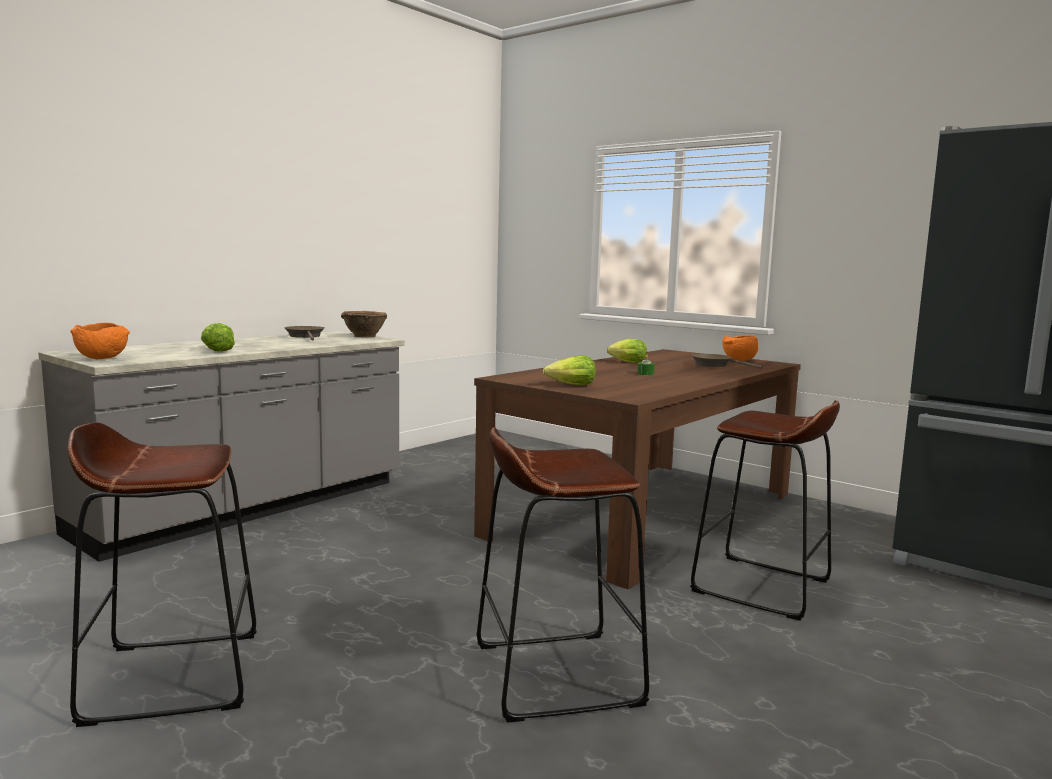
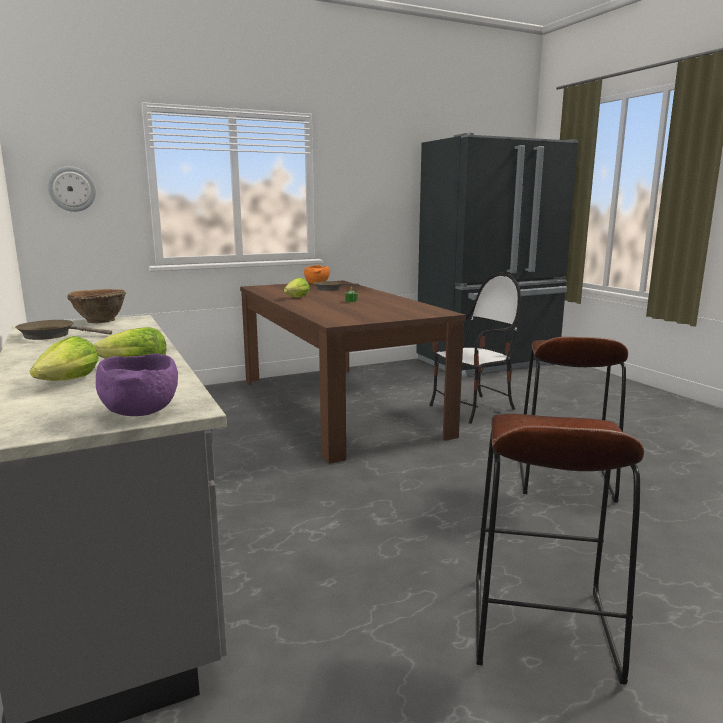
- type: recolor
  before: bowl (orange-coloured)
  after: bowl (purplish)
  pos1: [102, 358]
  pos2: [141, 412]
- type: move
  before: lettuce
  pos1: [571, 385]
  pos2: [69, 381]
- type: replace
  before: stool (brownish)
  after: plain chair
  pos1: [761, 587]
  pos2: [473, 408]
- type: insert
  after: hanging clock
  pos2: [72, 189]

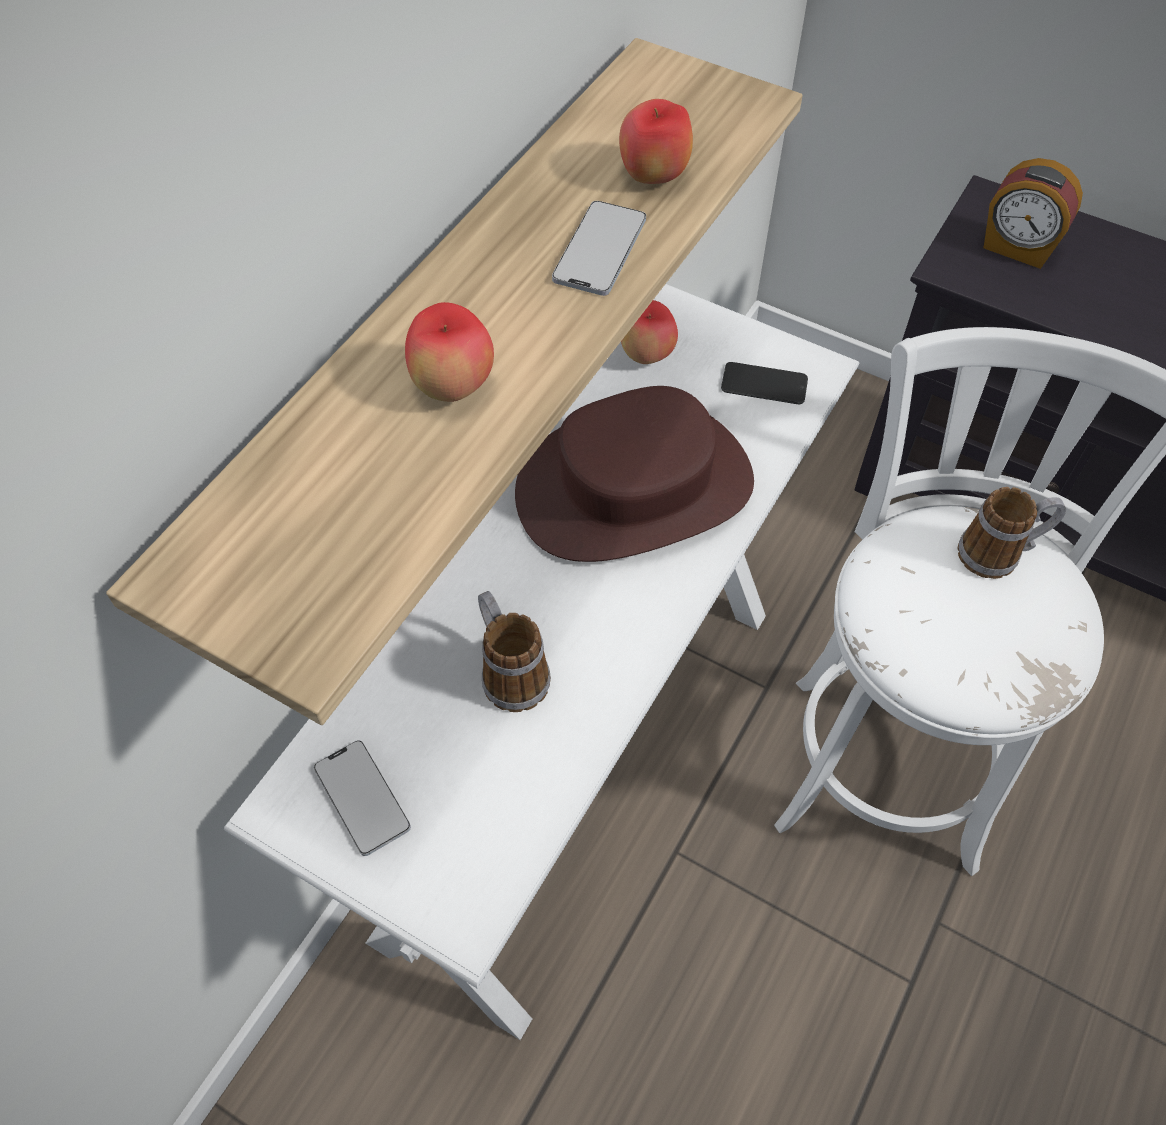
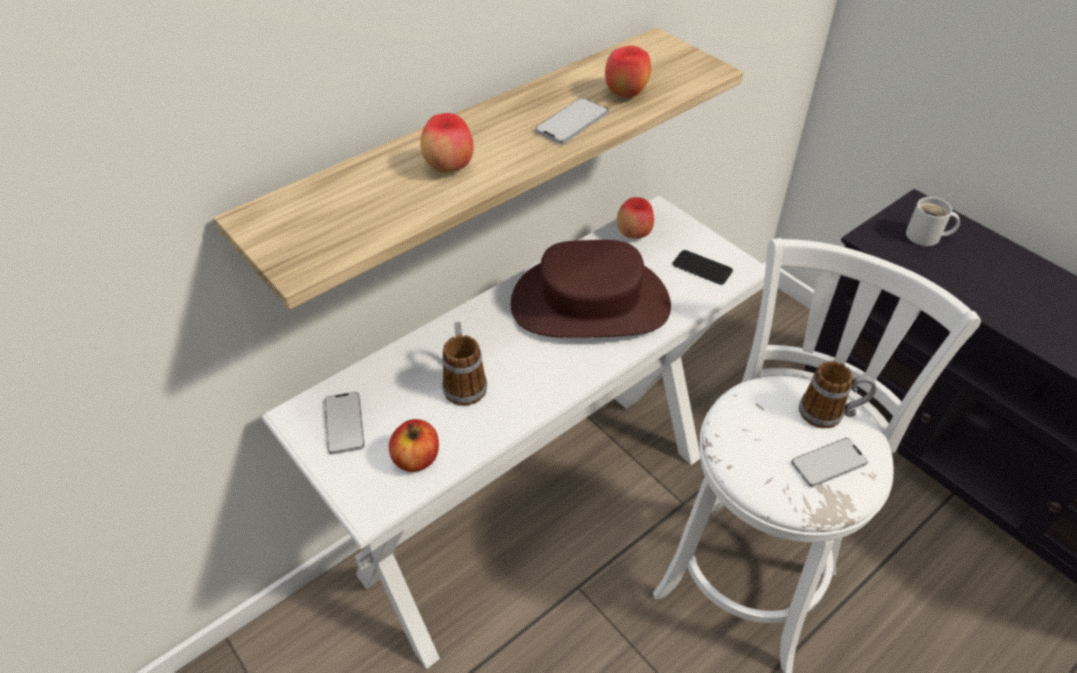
- type: replace
  before: table clock
  after: mug (whitish)
  pos1: [1017, 248]
  pos2: [926, 237]
- type: insert
  after: apple fruit
  pos2: [416, 458]
- type: insert
  after: phone
  pos2: [828, 463]

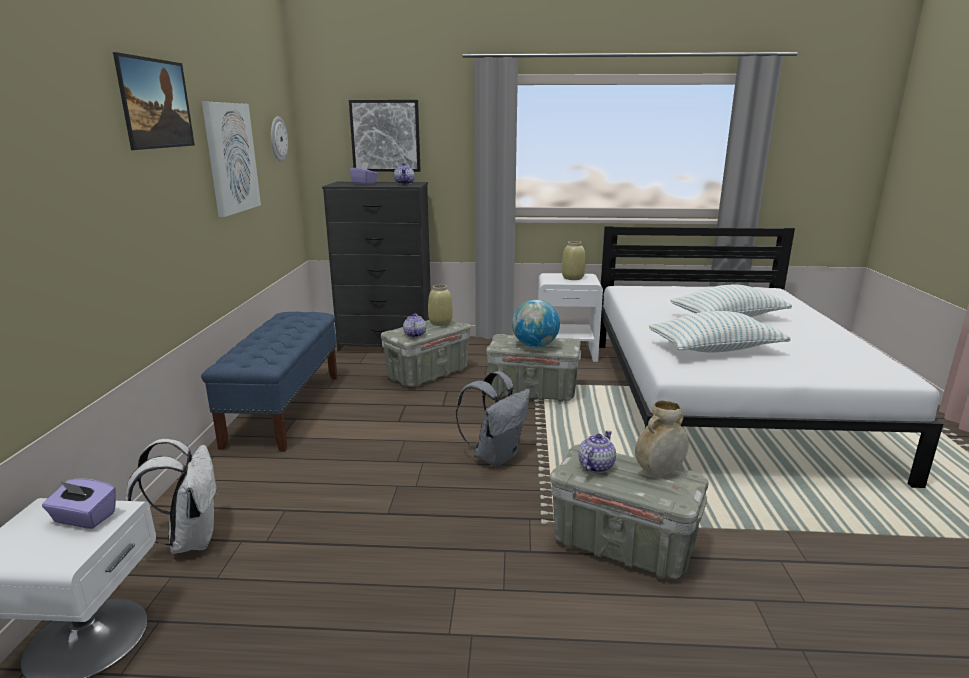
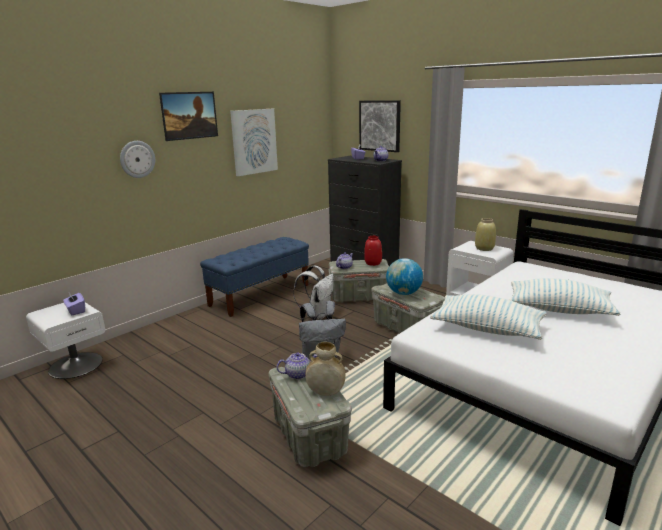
- type: move
  before: hanging clock
  pos1: [278, 139]
  pos2: [137, 159]
- type: recolor
  before: decorative vase (beige-coloured)
  after: decorative vase (red)
  pos1: [441, 323]
  pos2: [373, 263]
- type: move
  before: knapsack (whitish)
  pos1: [190, 540]
  pos2: [317, 315]

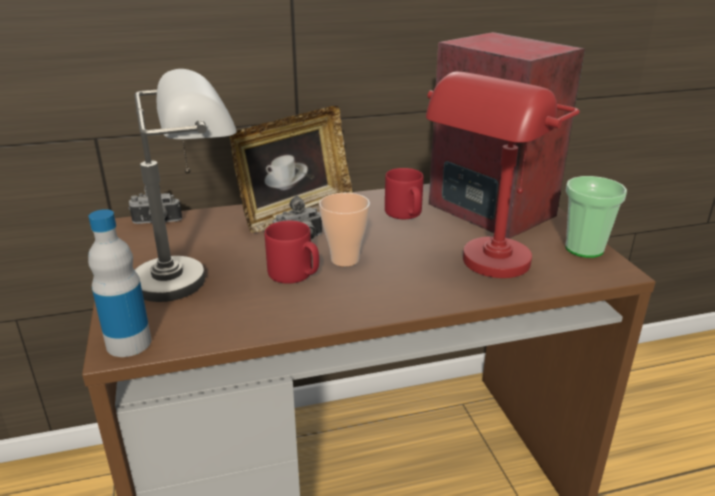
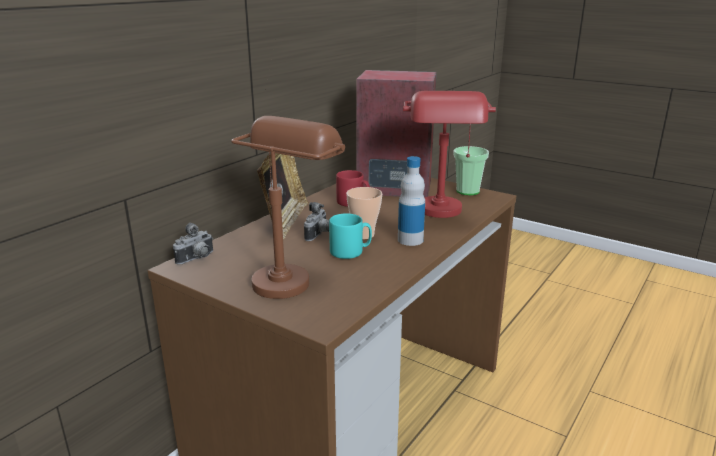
- type: recolor
  before: lamp for a table (grey)
  after: lamp for a table (brownish)
  pos1: [194, 276]
  pos2: [291, 275]
- type: move
  before: drink bottle
  pos1: [129, 343]
  pos2: [410, 240]
- type: recolor
  before: mug (red)
  after: mug (turquoise)
  pos1: [295, 274]
  pos2: [350, 252]

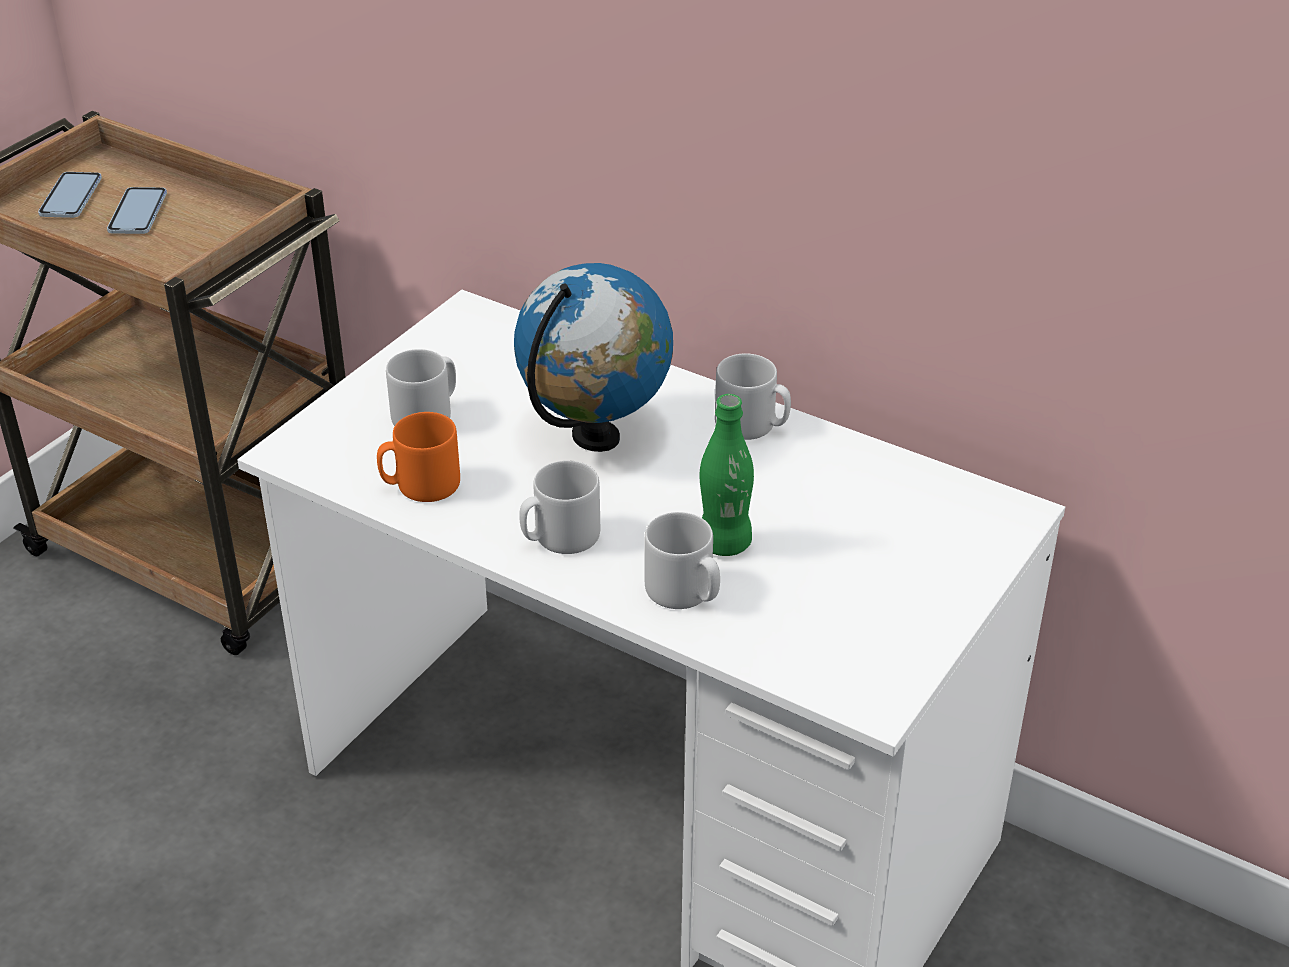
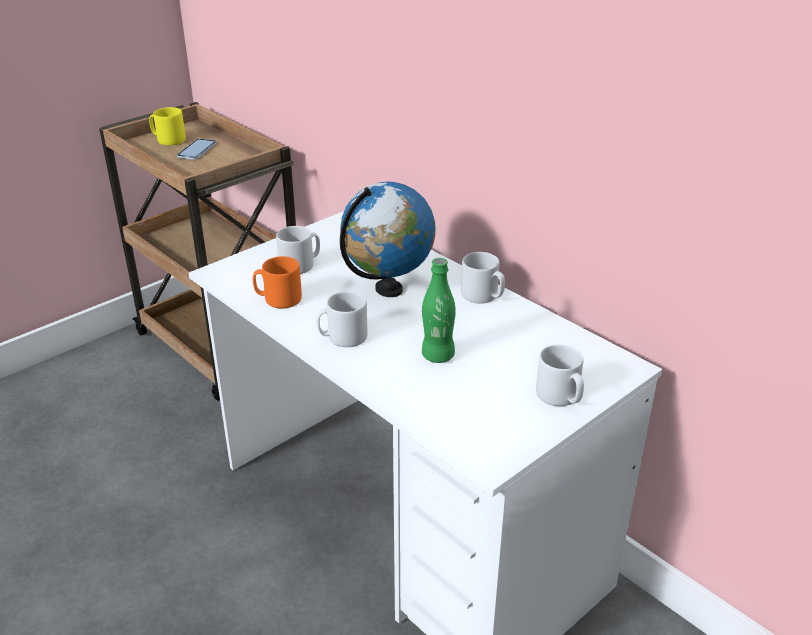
- type: replace
  before: phone
  after: mug (yellow-coloured)
  pos1: [71, 197]
  pos2: [168, 140]
- type: move
  before: mug (grey)
  pos1: [684, 593]
  pos2: [560, 397]

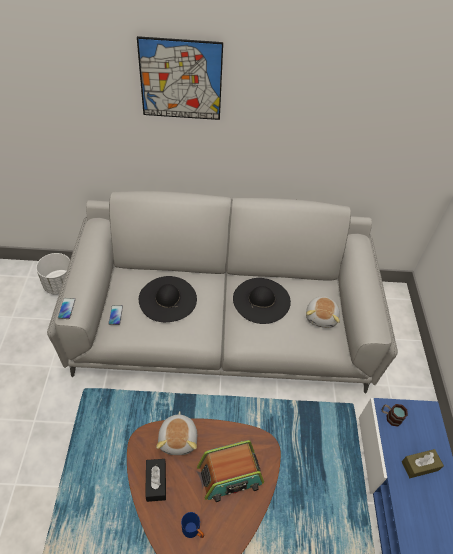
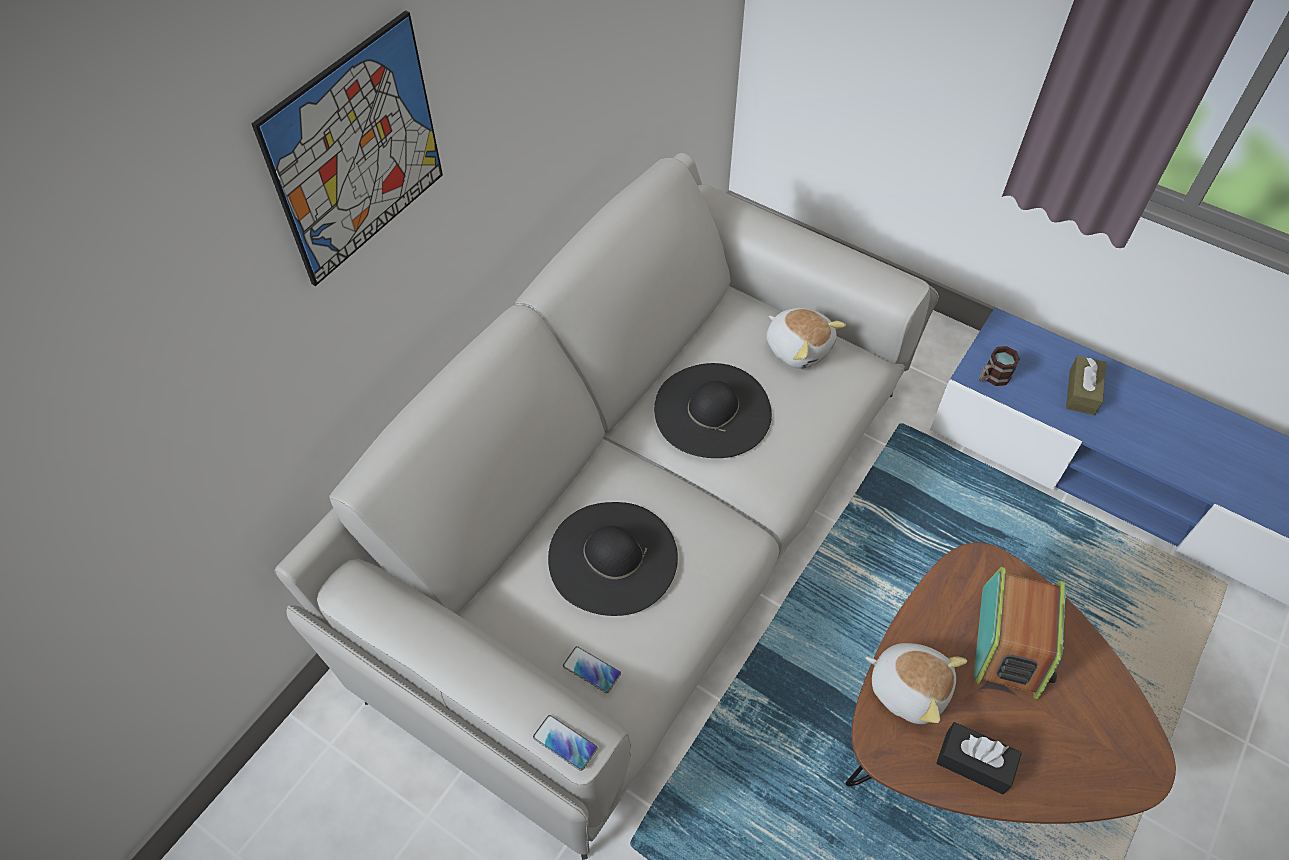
- type: delete
  before: plant pot (whitish)
  pos1: [60, 285]
- type: delete
  before: mug (blue-coloured)
  pos1: [193, 531]

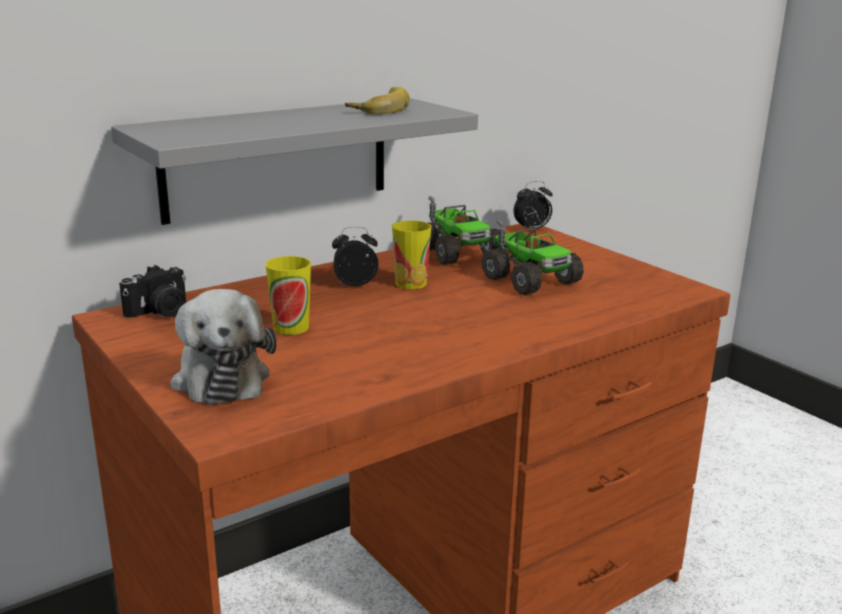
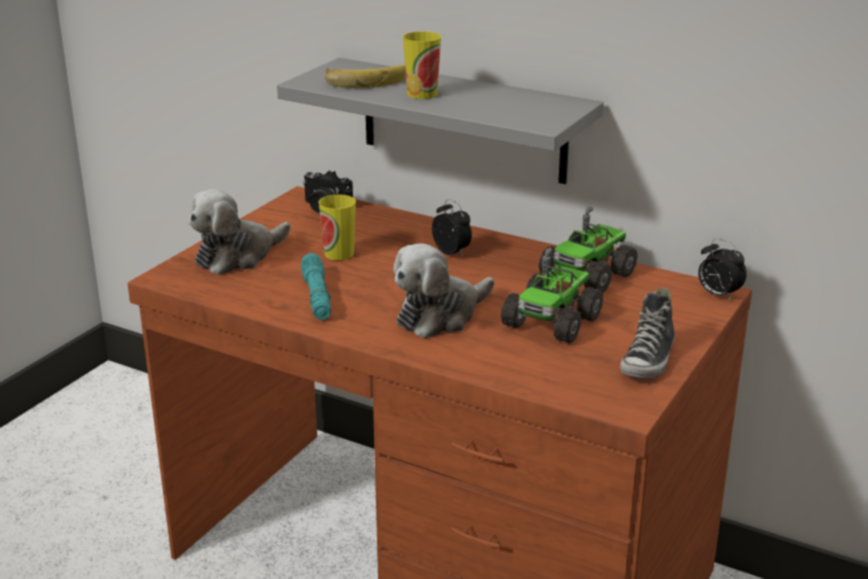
- type: move
  before: banana fruit
  pos1: [378, 107]
  pos2: [366, 80]
- type: move
  before: small cup
  pos1: [411, 283]
  pos2: [422, 94]
- type: insert
  after: plush toy
  pos2: [440, 315]
- type: insert
  after: flashlight (turquoise)
  pos2: [317, 296]
- type: insert
  after: low shoe
  pos2: [648, 360]

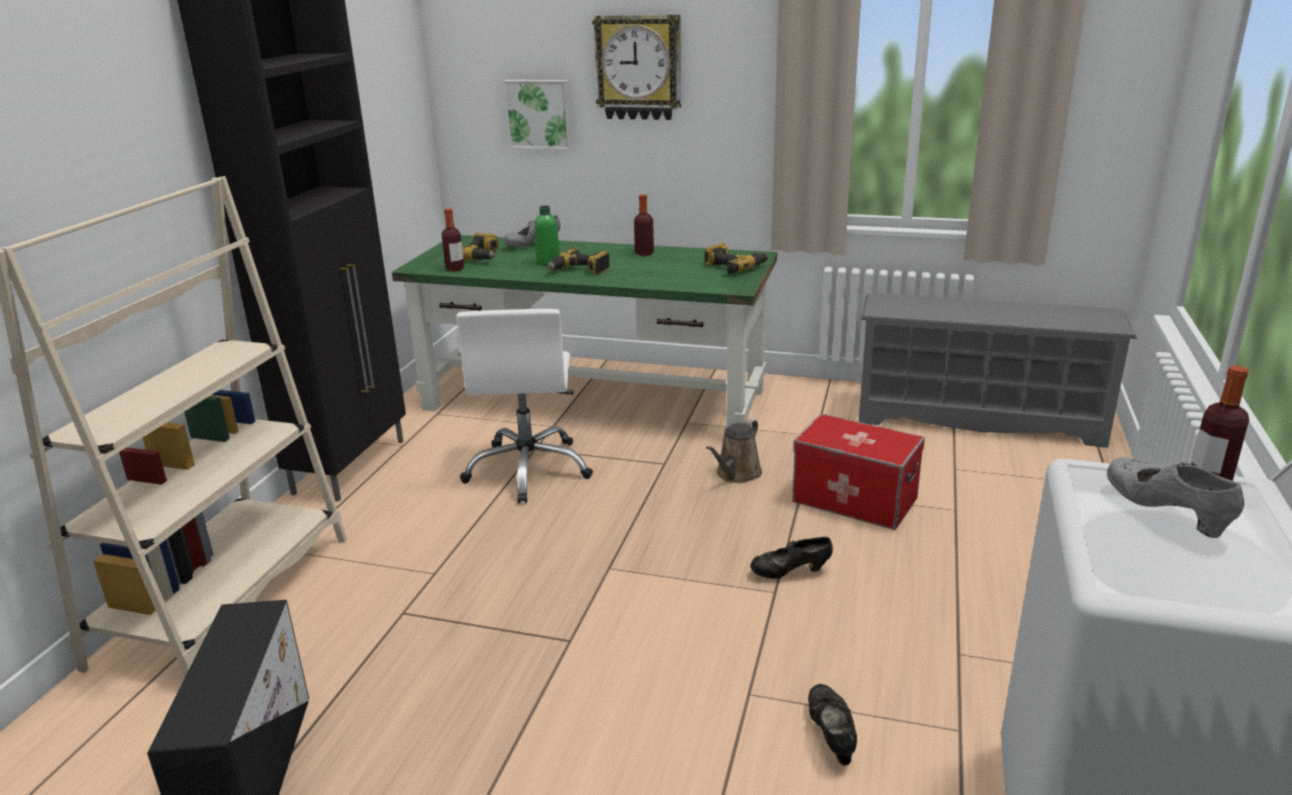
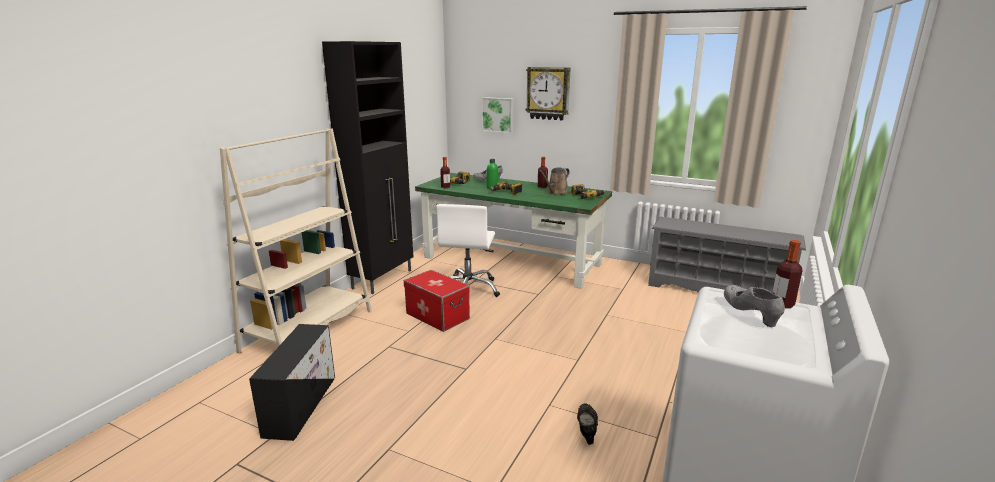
- type: move
  before: storage box
  pos1: [855, 500]
  pos2: [438, 316]
- type: move
  before: sprinkling can (brownish)
  pos1: [736, 474]
  pos2: [556, 193]
- type: delete
  before: low shoe (black)
  pos1: [790, 573]

